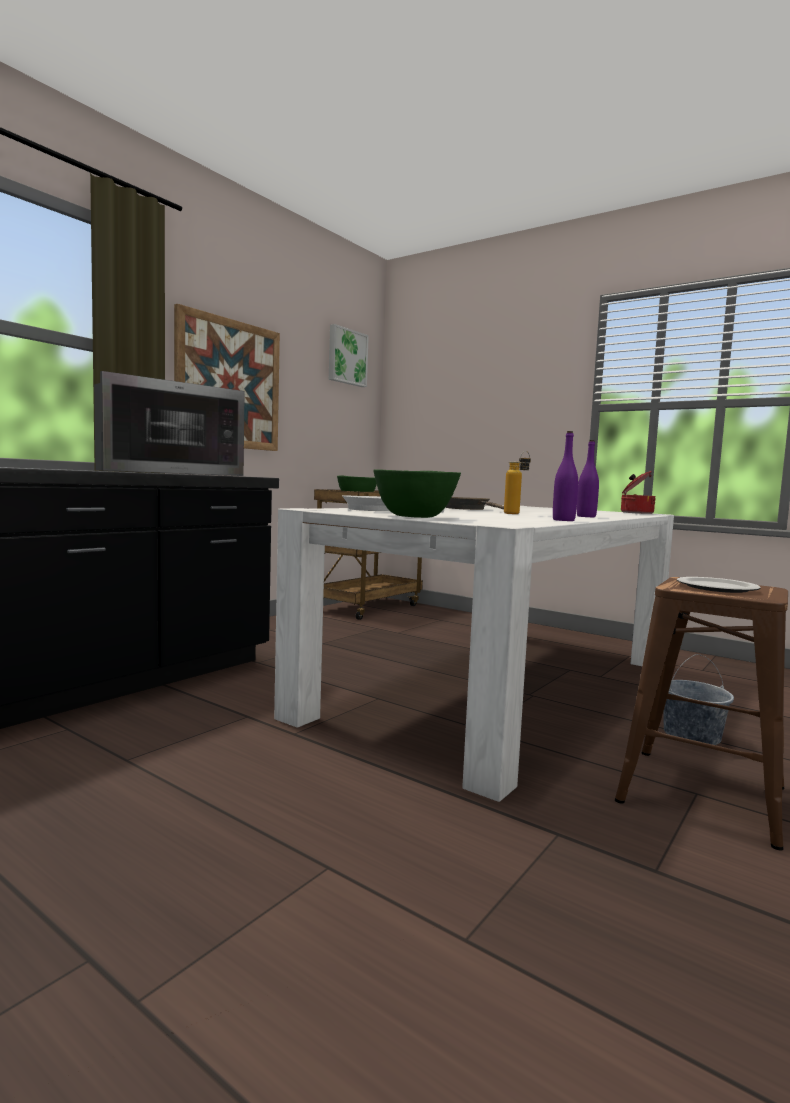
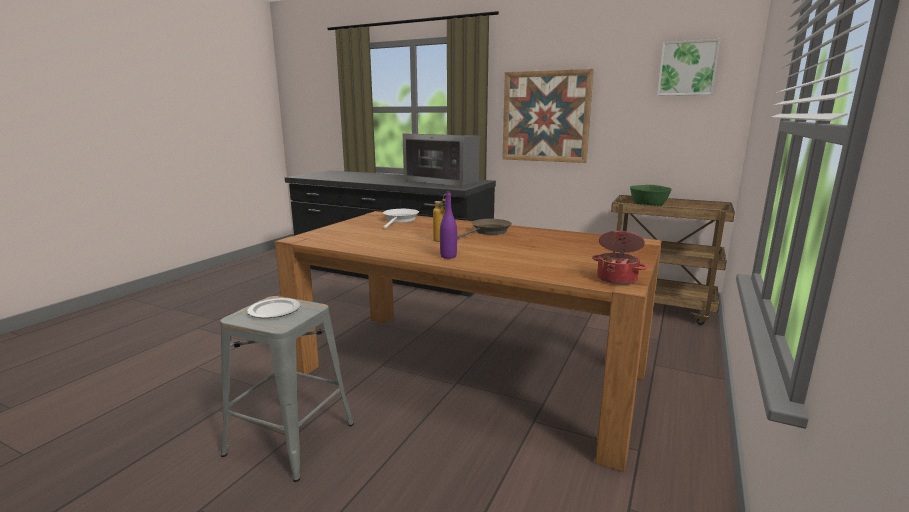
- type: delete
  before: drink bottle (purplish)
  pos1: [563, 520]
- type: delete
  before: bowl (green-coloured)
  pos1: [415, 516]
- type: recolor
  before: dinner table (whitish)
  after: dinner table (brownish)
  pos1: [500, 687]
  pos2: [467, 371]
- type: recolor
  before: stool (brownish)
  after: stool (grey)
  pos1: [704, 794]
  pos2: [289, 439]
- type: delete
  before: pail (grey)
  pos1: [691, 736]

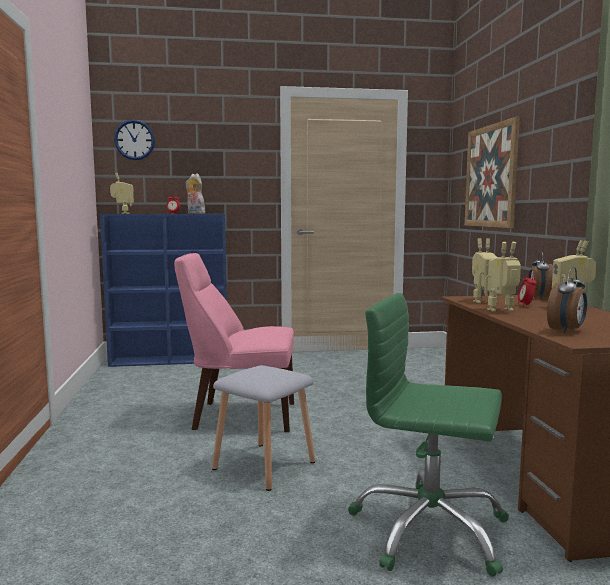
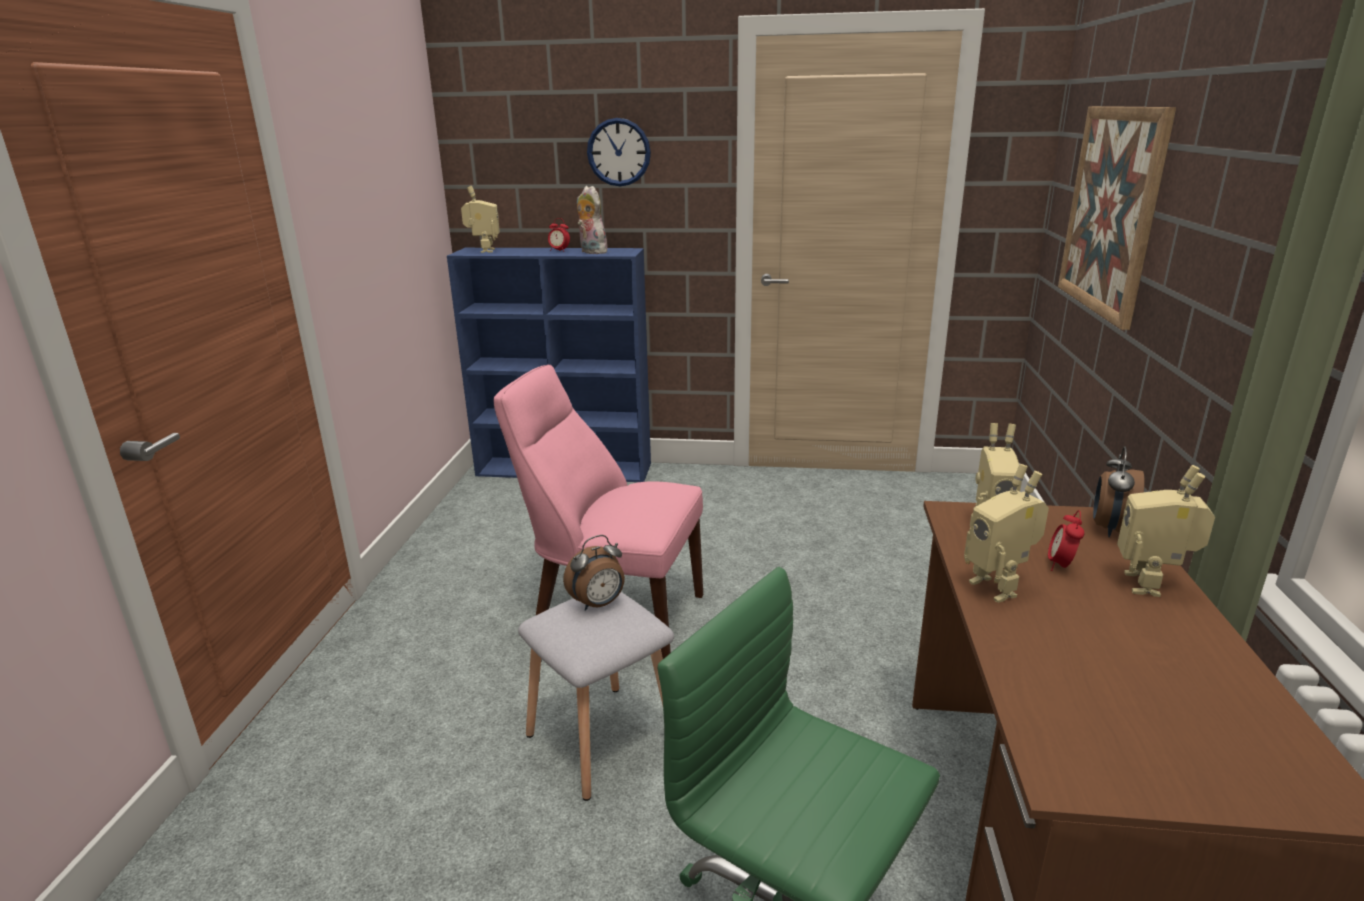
- type: move
  before: hanging clock
  pos1: [134, 140]
  pos2: [619, 152]
- type: rotate
  before: model robot
  pos1: [502, 310]
  pos2: [998, 587]
  turn: -120
- type: move
  before: table clock
  pos1: [566, 330]
  pos2: [598, 604]

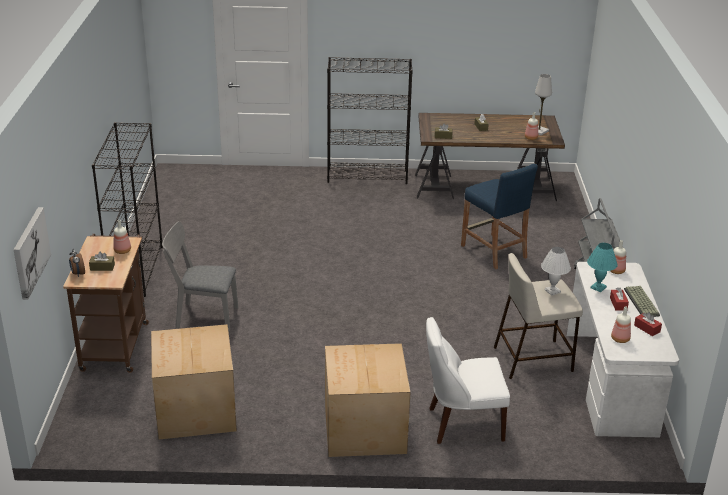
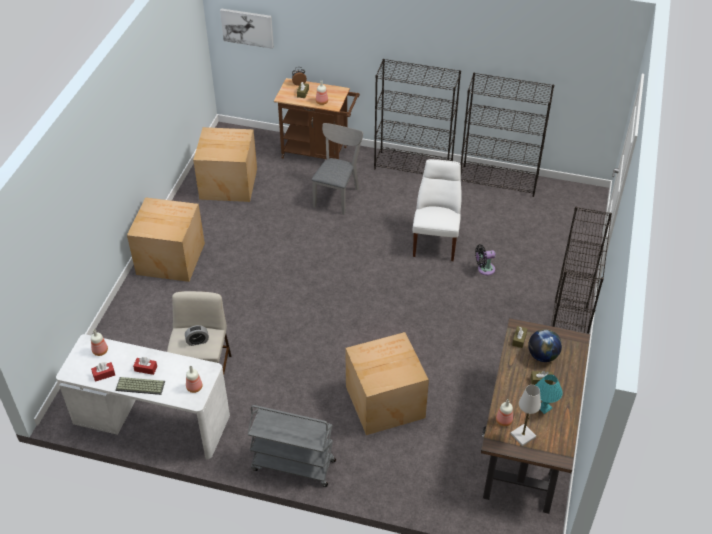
- type: replace
  before: stool (blue-coloured)
  after: packing box
  pos1: [493, 251]
  pos2: [383, 401]
- type: move
  before: lamp for a table (turquoise)
  pos1: [598, 287]
  pos2: [544, 407]
- type: replace
  before: lamp for a table (whitish)
  after: table clock
  pos1: [552, 291]
  pos2: [197, 341]
- type: move
  before: plain chair (whitish)
  pos1: [461, 424]
  pos2: [436, 240]
- type: insert
  after: shelving unit (black)
  pos2: [498, 181]
- type: insert
  after: electric fan (black)
  pos2: [484, 269]
- type: insert
  after: desk globe
  pos2: [542, 356]

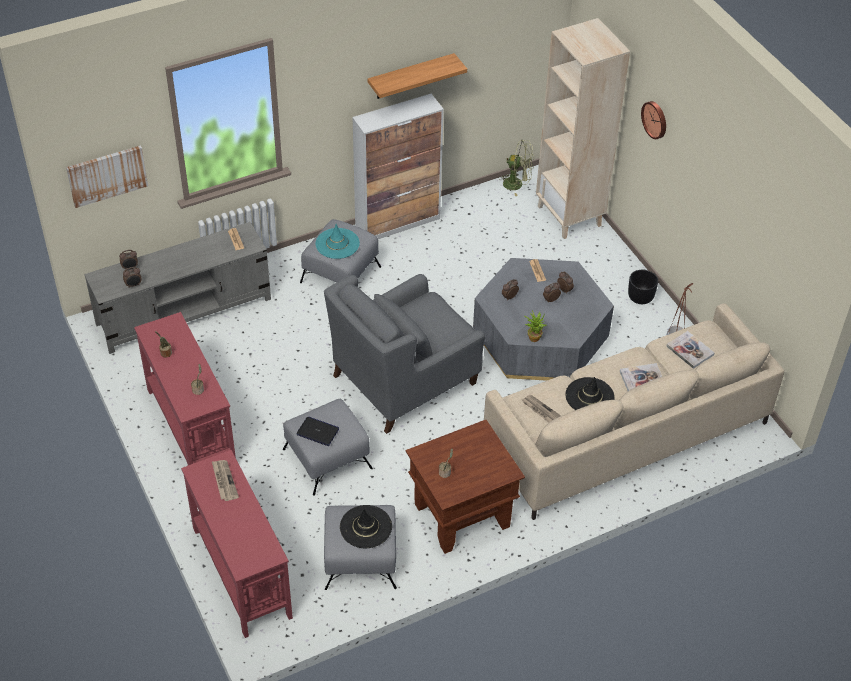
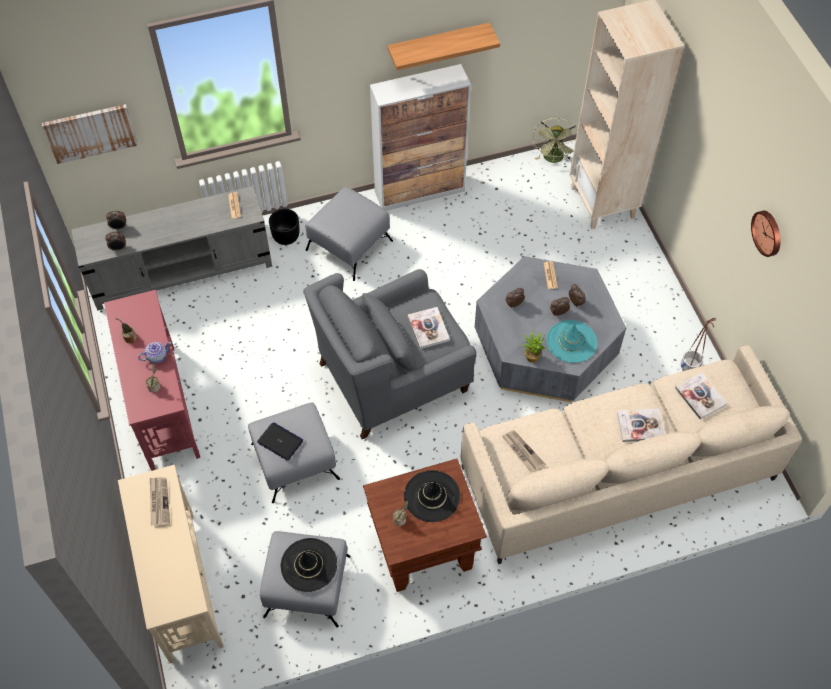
- type: move
  before: hanging clock
  pos1: [655, 119]
  pos2: [768, 233]
- type: rotate
  before: electric fan (green-coloured)
  pos1: [517, 184]
  pos2: [554, 159]
  turn: 75
- type: move
  before: hat (turquoise)
  pos1: [337, 244]
  pos2: [571, 342]
- type: move
  before: plant pot (black)
  pos1: [640, 297]
  pos2: [285, 236]
- type: move
  before: hat (black)
  pos1: [589, 396]
  pos2: [432, 496]
- type: recolor
  before: hall table (red)
  after: hall table (beige-coloured)
  pos1: [242, 571]
  pos2: [182, 583]
- type: insert
  after: book
  pos2: [428, 328]
- type: insert
  after: tea pot
  pos2: [157, 357]

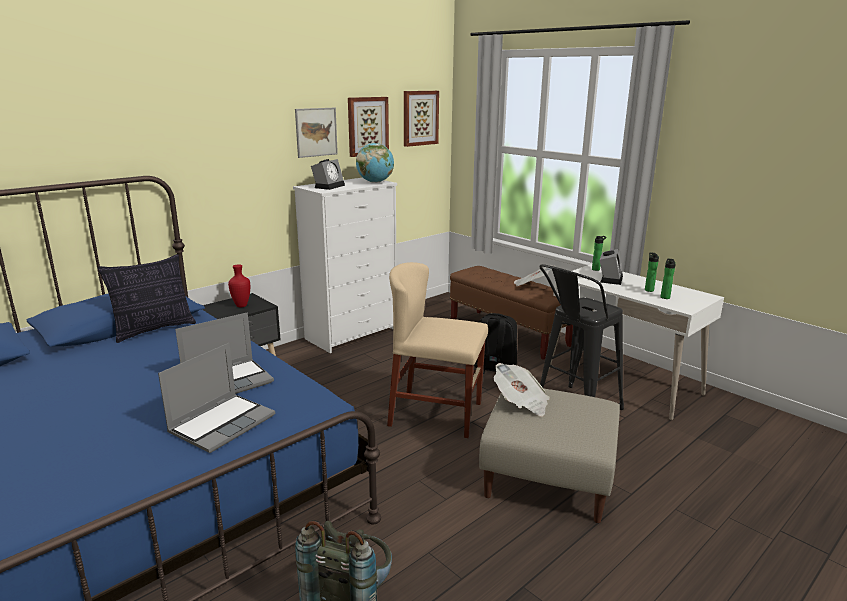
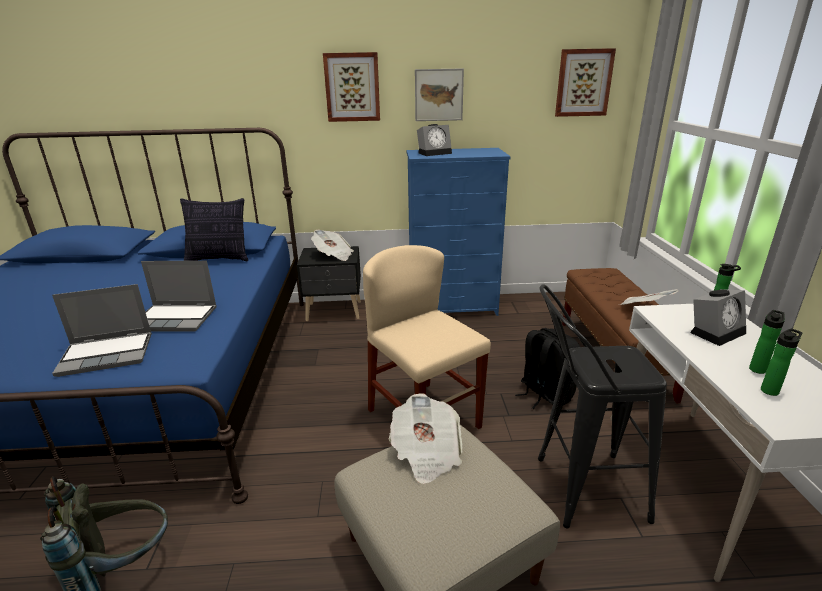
- type: move
  before: wall art
  pos1: [367, 126]
  pos2: [352, 87]
- type: delete
  before: desk globe
  pos1: [375, 182]
- type: recolor
  before: chest of drawers (whitish)
  after: chest of drawers (blue-coloured)
  pos1: [352, 334]
  pos2: [453, 307]
- type: replace
  before: decorative vase (red)
  after: daily paper
  pos1: [242, 305]
  pos2: [333, 255]

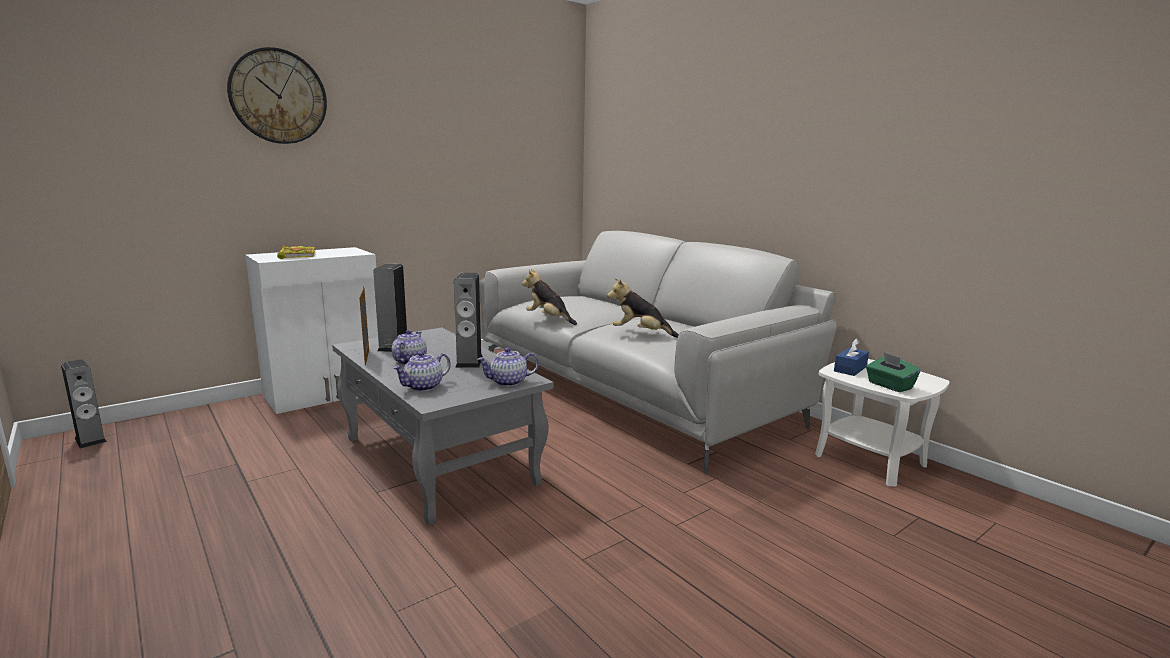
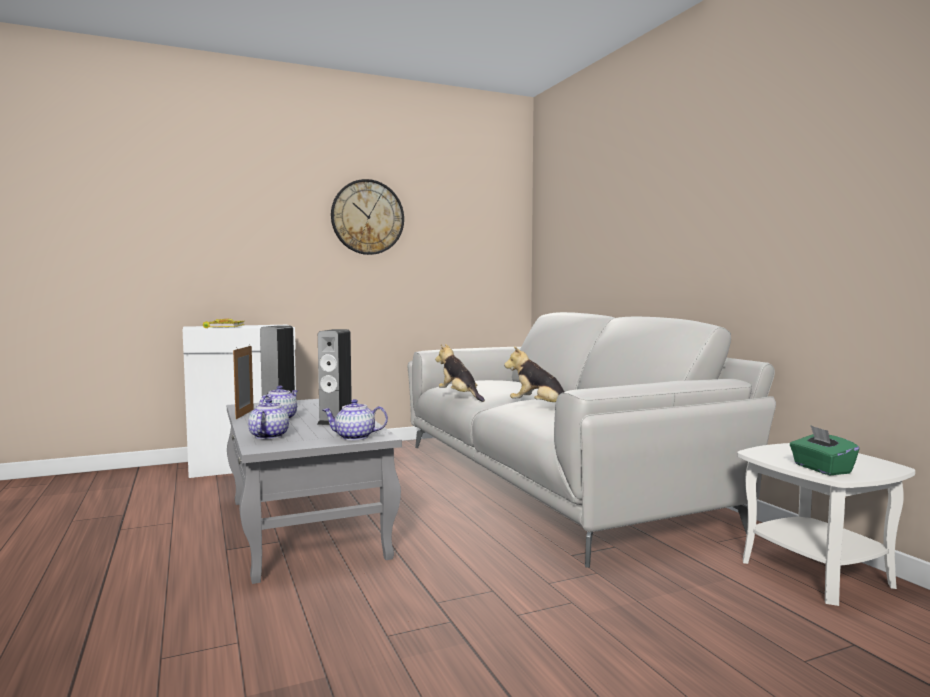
- type: move
  before: hanging clock
  pos1: [278, 96]
  pos2: [367, 217]
- type: delete
  before: tissue holder (blue-coloured)
  pos1: [850, 369]
- type: rotate
  before: tea pot
  pos1: [423, 387]
  pos2: [268, 436]
  turn: 120
- type: delete
  before: speaker
  pos1: [90, 440]

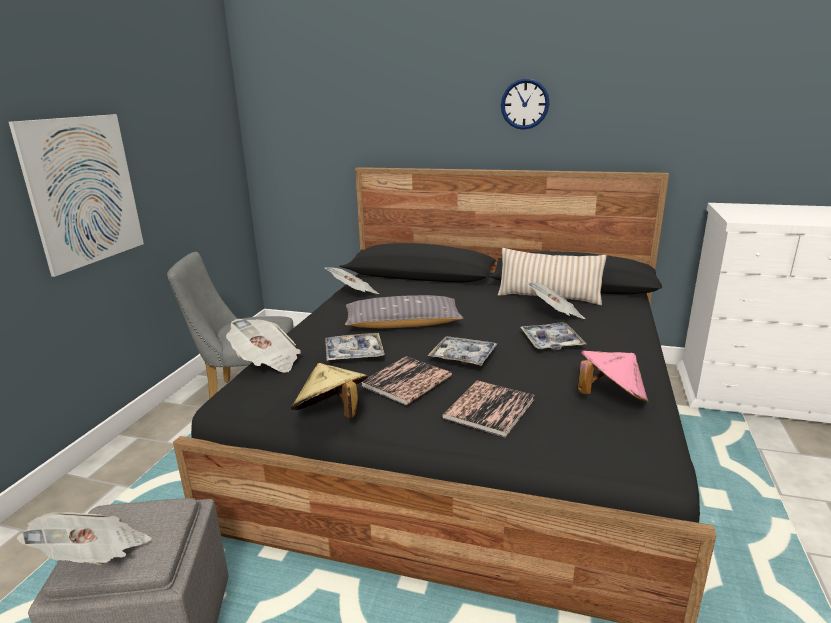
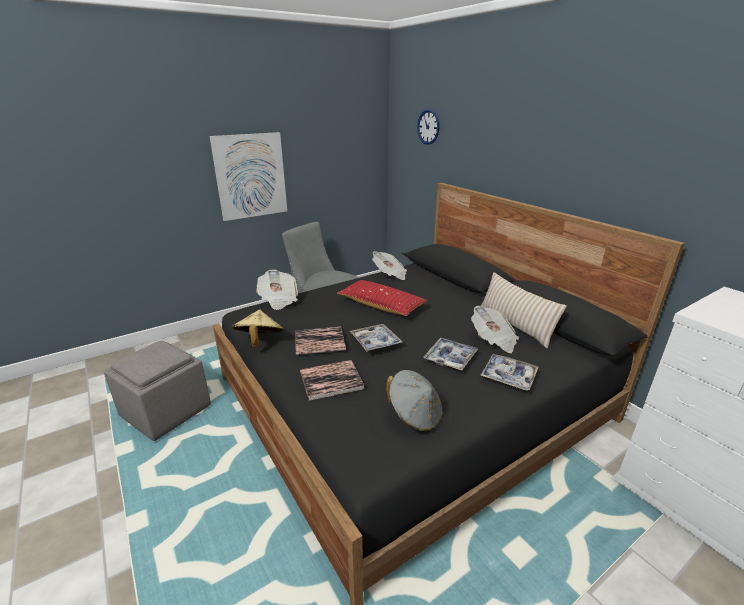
- type: move
  before: hanging clock
  pos1: [524, 104]
  pos2: [428, 127]
- type: recolor
  before: throw pillow (grey)
  after: throw pillow (red)
  pos1: [402, 323]
  pos2: [381, 305]
- type: move
  before: serving tray
  pos1: [354, 353]
  pos2: [508, 376]
- type: recolor
  before: hat (pinkish)
  after: hat (grey)
  pos1: [610, 398]
  pos2: [414, 415]
- type: delete
  before: daily paper
  pos1: [95, 556]

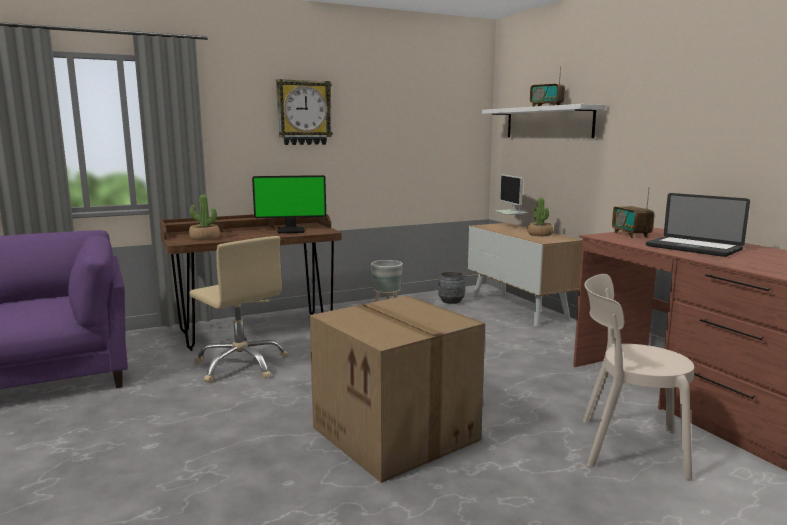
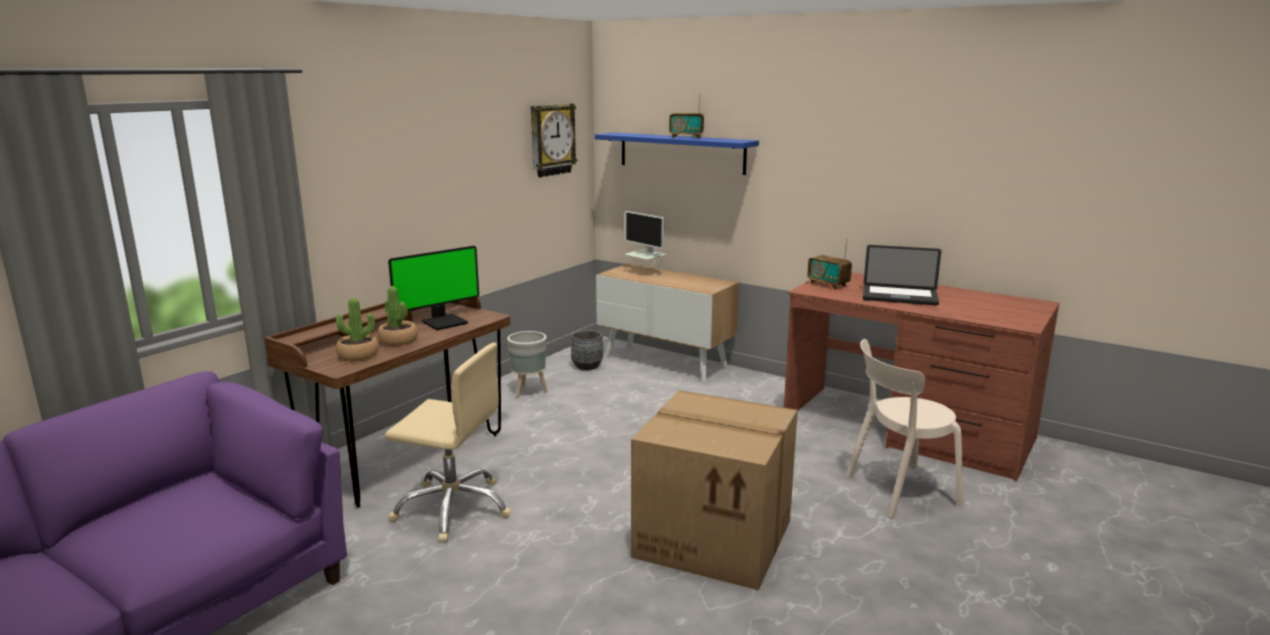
- type: move
  before: hanging clock
  pos1: [304, 113]
  pos2: [551, 140]
- type: recolor
  before: wall shelf (whitish)
  after: wall shelf (blue-coloured)
  pos1: [548, 122]
  pos2: [681, 153]
- type: move
  before: houseplant
  pos1: [540, 234]
  pos2: [398, 341]

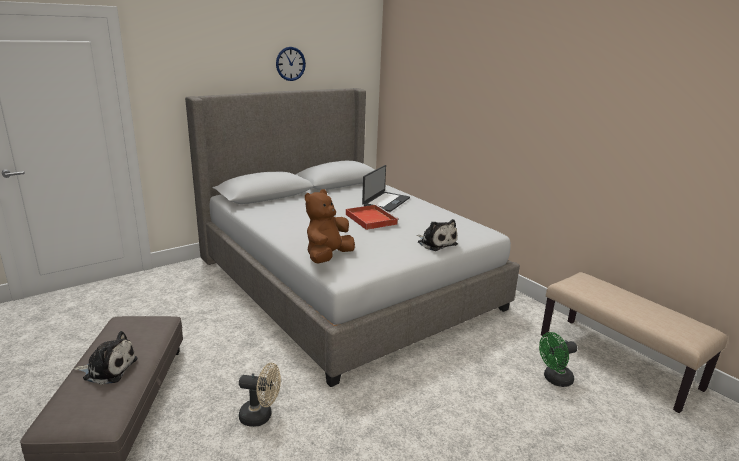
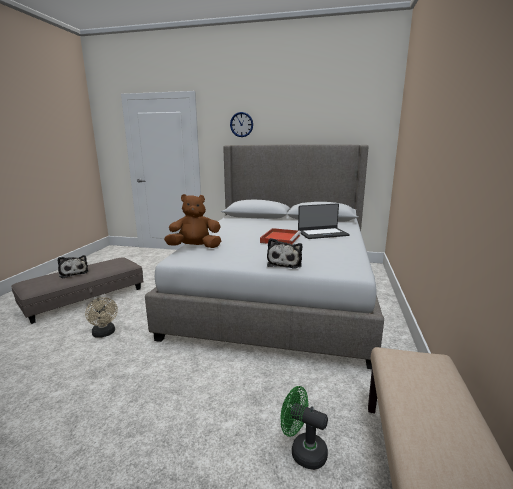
- type: move
  before: hanging clock
  pos1: [290, 64]
  pos2: [241, 124]

